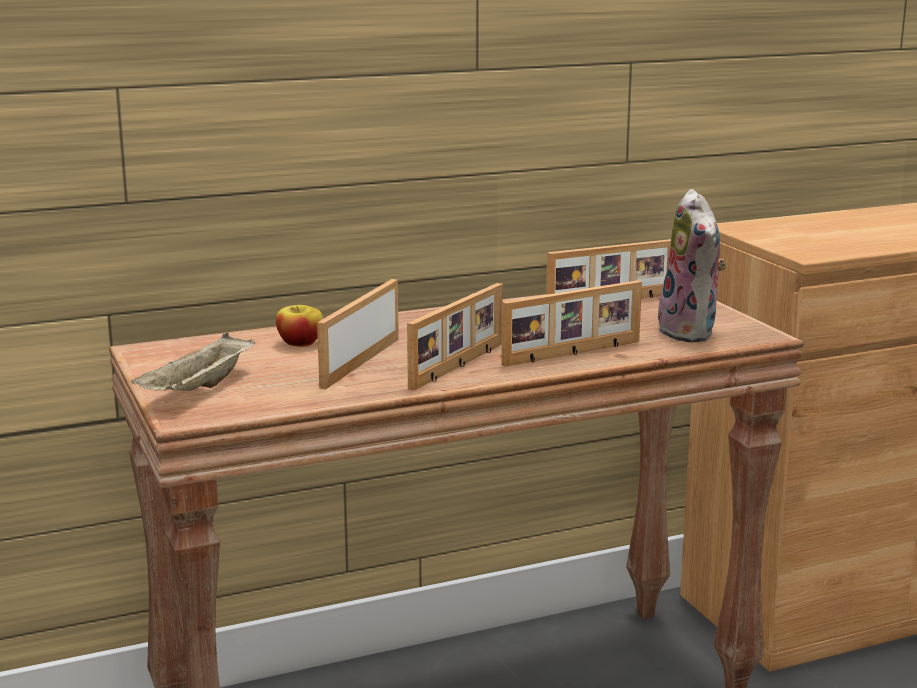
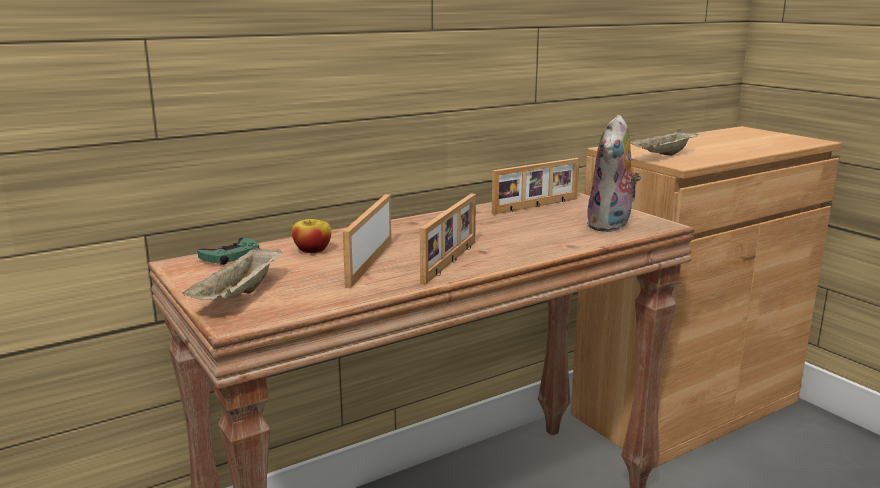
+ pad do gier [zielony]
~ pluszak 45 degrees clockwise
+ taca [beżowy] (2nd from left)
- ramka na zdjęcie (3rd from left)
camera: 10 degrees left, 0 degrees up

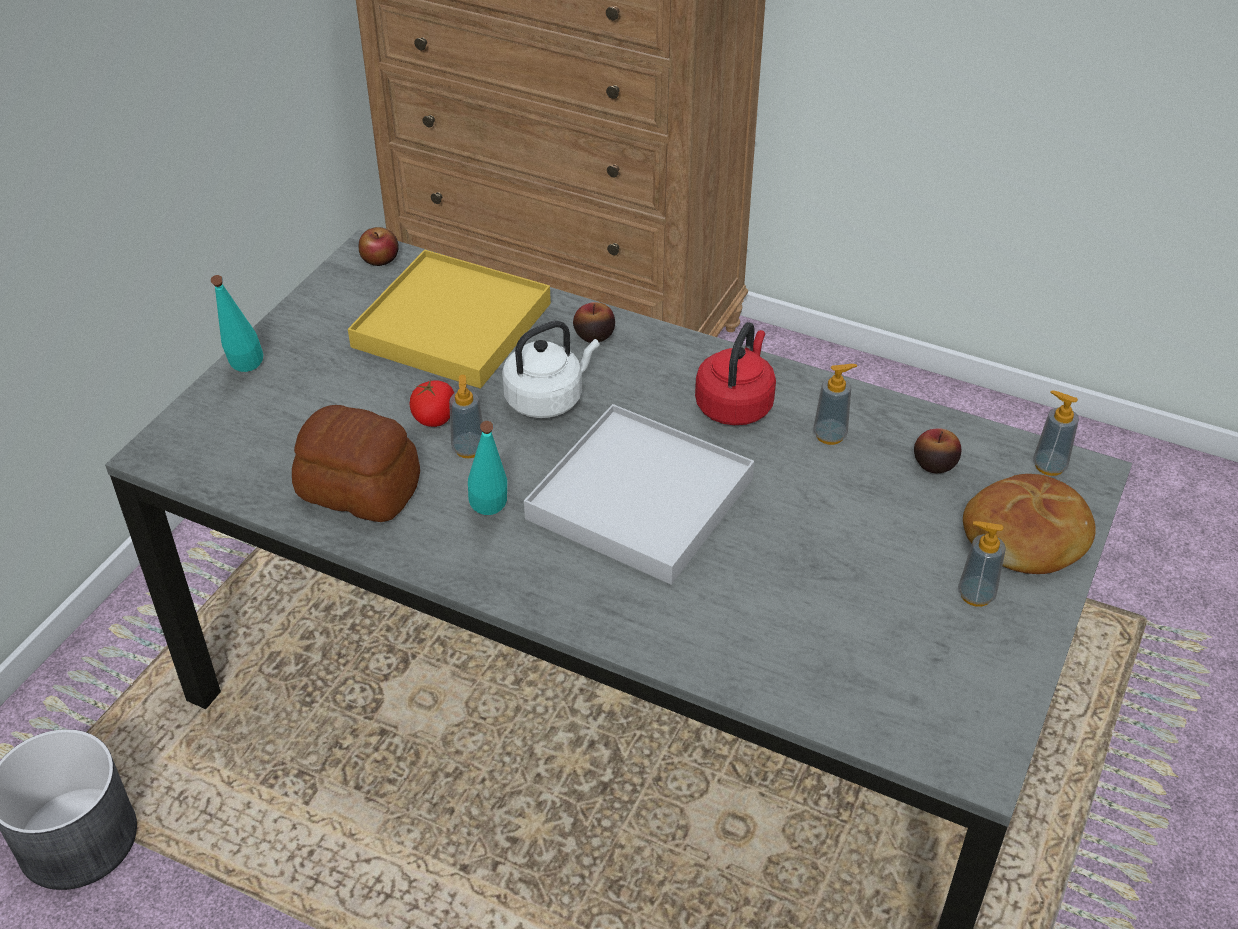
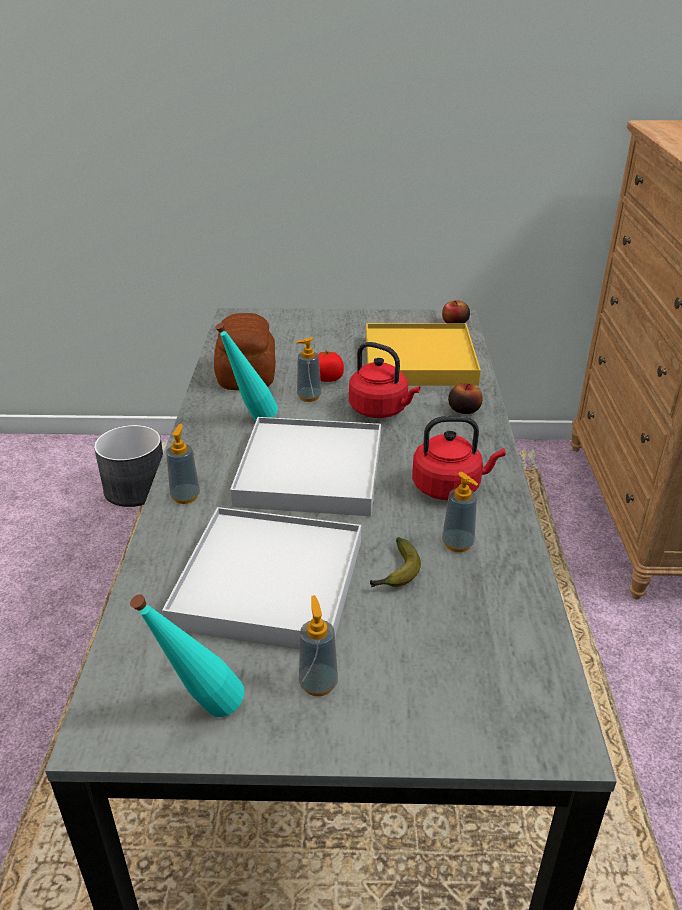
~ butelka [turkusowy] (1st from left)
+ taca [biały] (1st from left)
~ dozownik mydła (4th from left in the first image) to dozownik mydła (1st from left)
~ czajnik [biały] to czajnik [czerwony] (1st from left)
+ banan
- jabłko (3rd from left)
- chleb (2nd from left)
camera: 65 degrees right, 10 degrees down

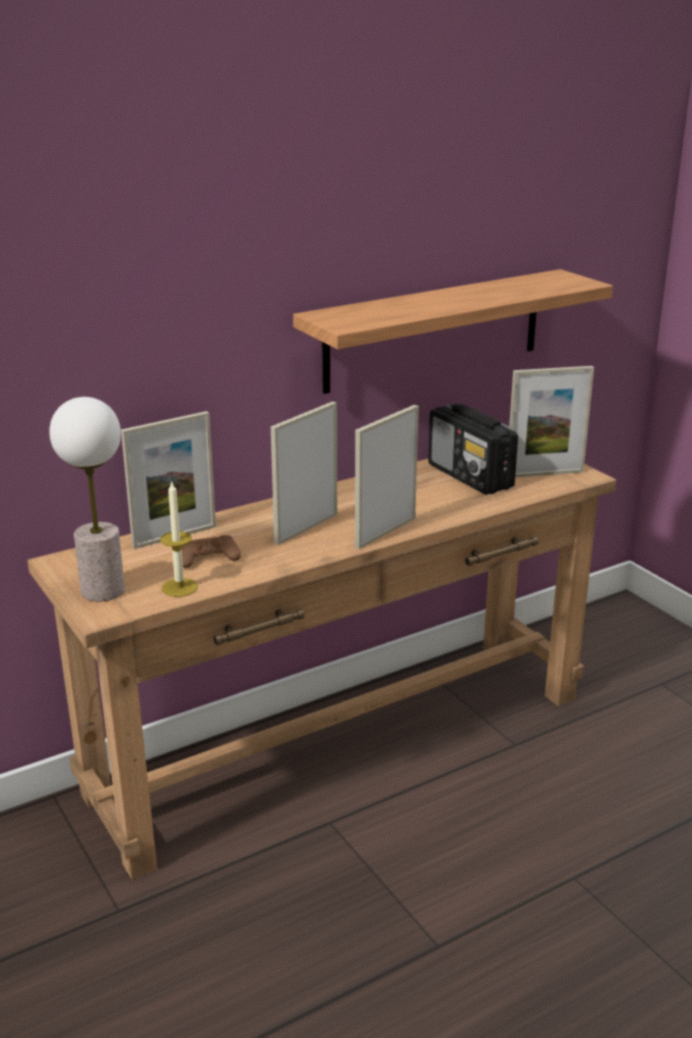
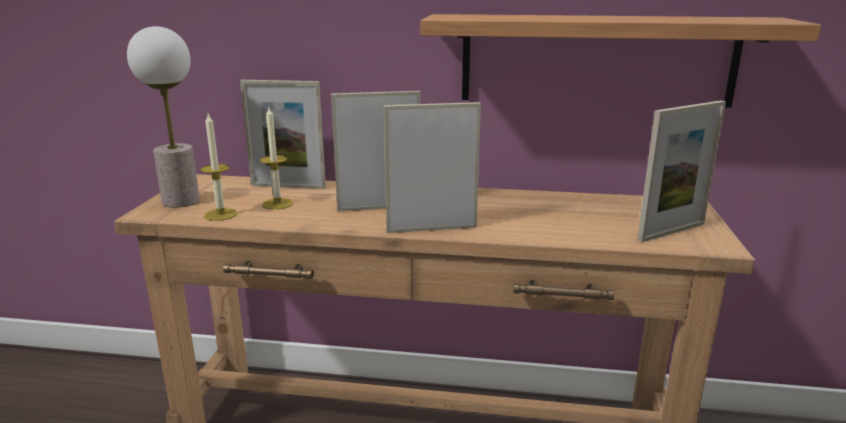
~ pad do gier [brązowy] to świeca (2nd from left)
~ ramka na zdjęcie (4th from left) 60 degrees counterclockwise
- radio
camera: 40 degrees right, 5 degrees down

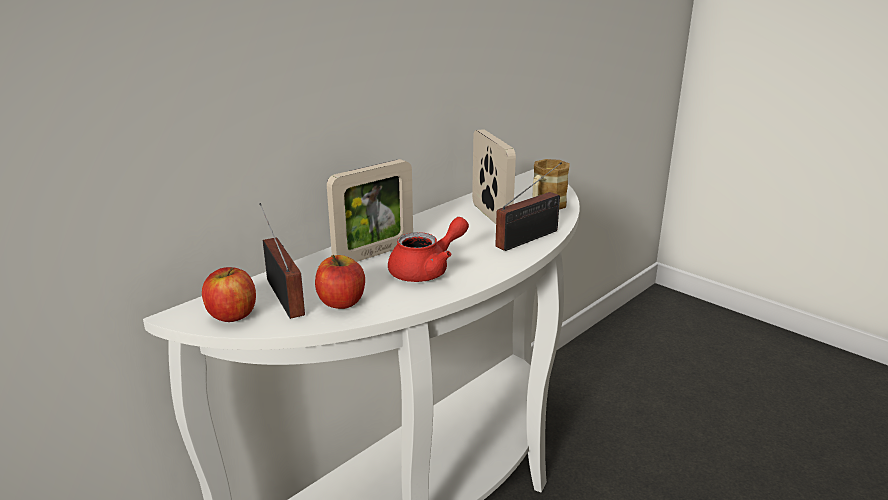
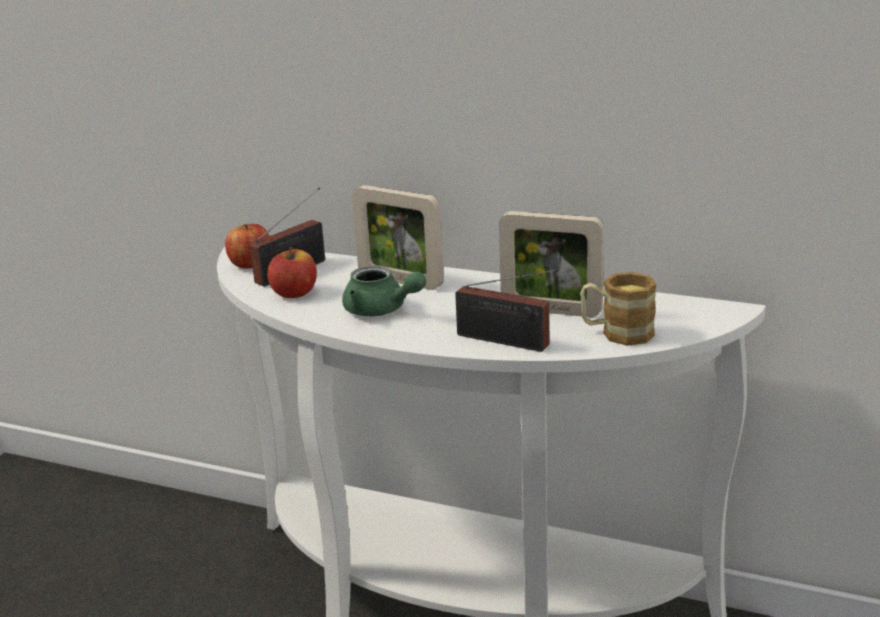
~ imbryk [czerwony] to imbryk [zielony]
~ ramka na zdjęcie (2nd from left) 60 degrees clockwise
camera: 70 degrees right, 0 degrees up

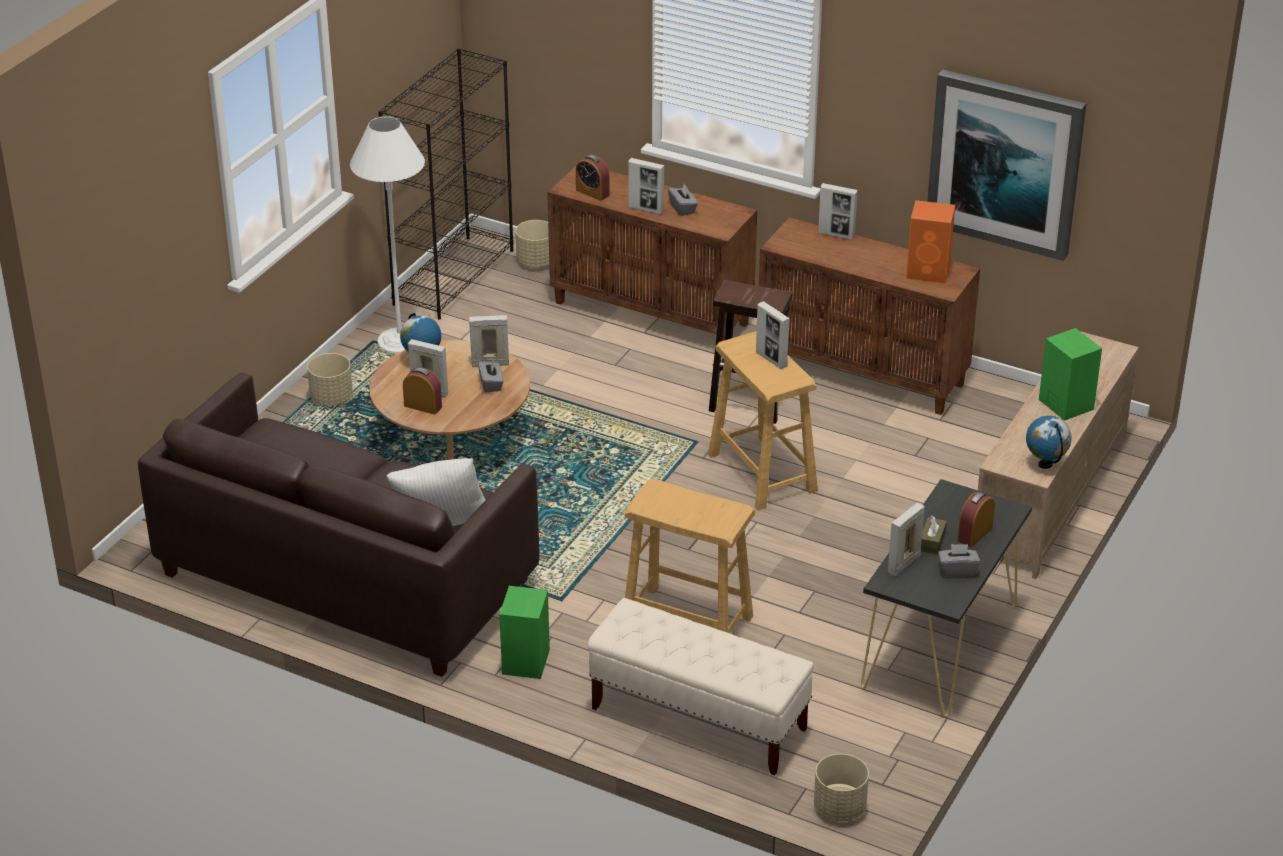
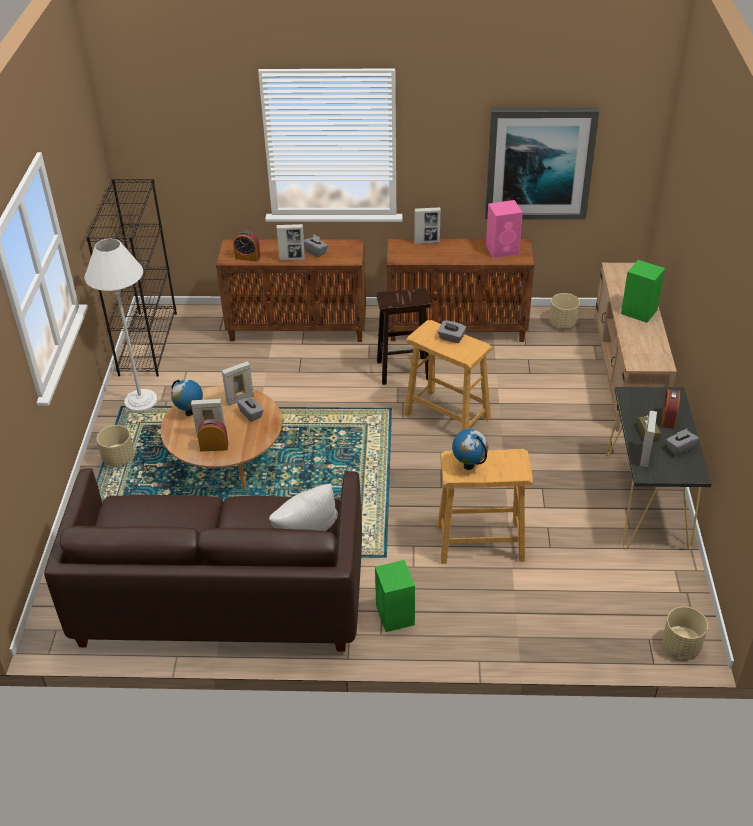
~ ramka na zdjęcie (4th from left) to pudełko chusteczek [szary] (3rd from left)
~ globus (2nd from left)
~ głośnik [pomarańczowy] to głośnik [różowy]
~ donica [beżowy] (2nd from left)
- ławka [beżowy]
camera: 25 degrees left, 5 degrees up

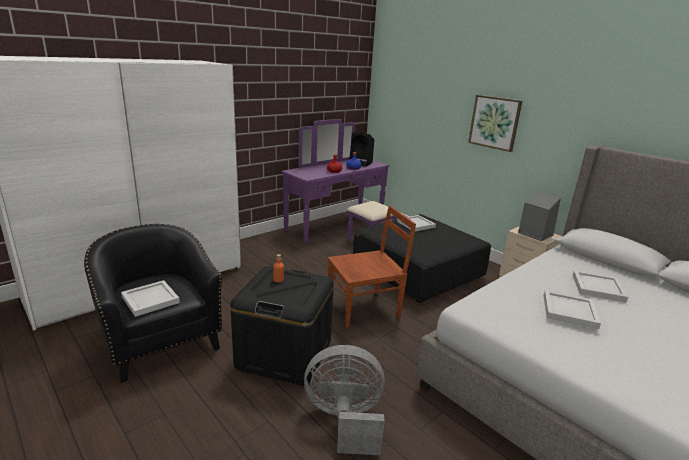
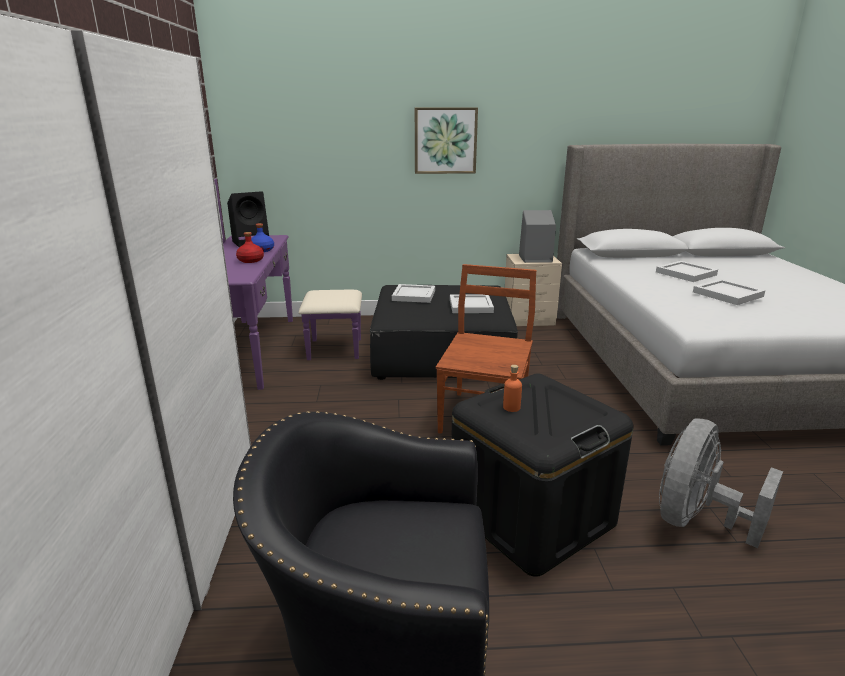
~ taca [biały] (1st from left in the first image) to taca [biały] (2nd from left)
camera: 50 degrees left, 0 degrees up

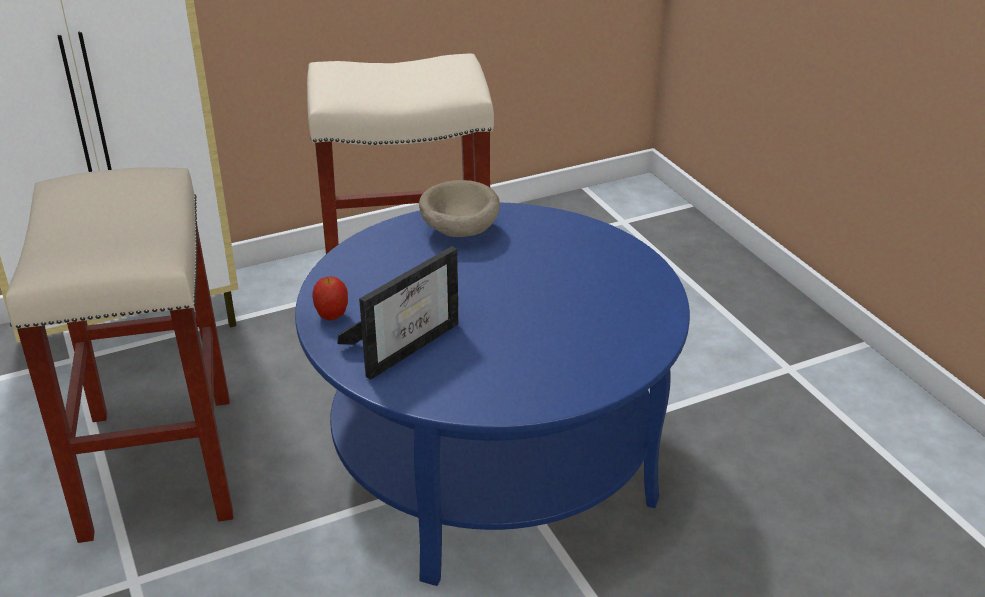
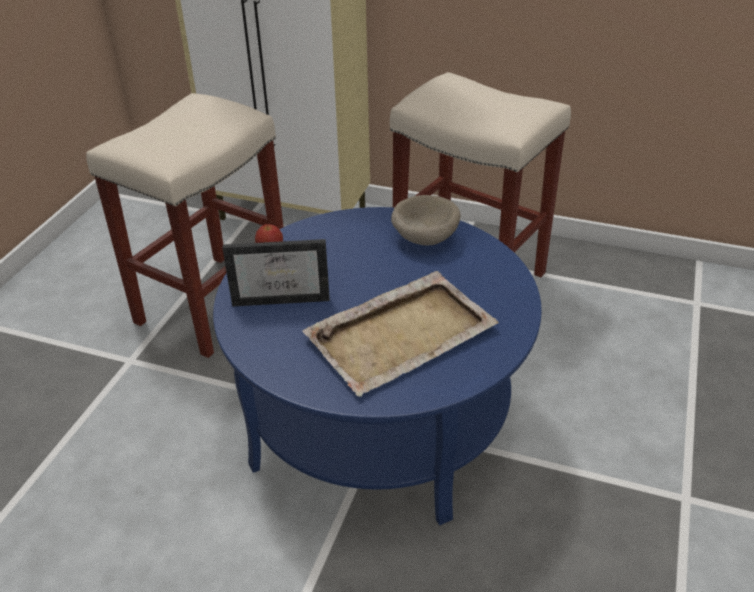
+ taca [beżowy]
camera: 45 degrees right, 5 degrees up

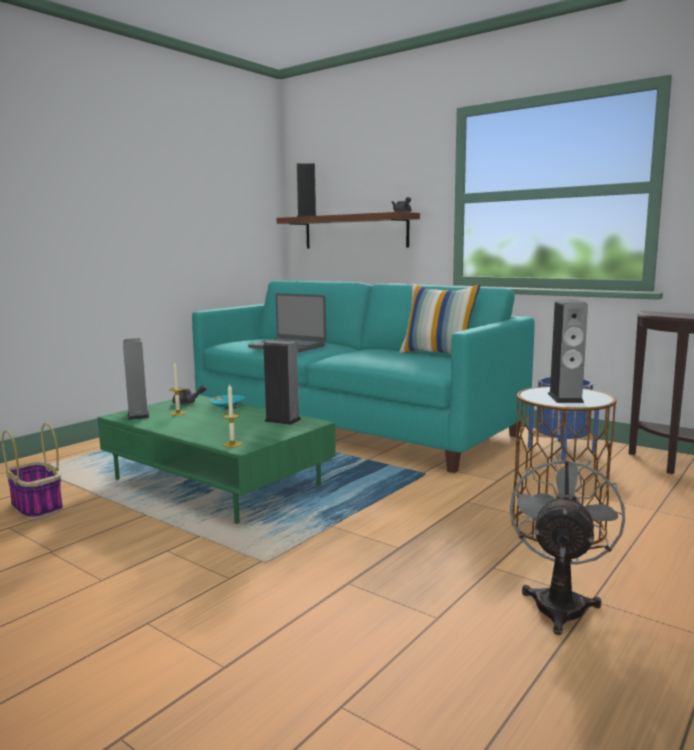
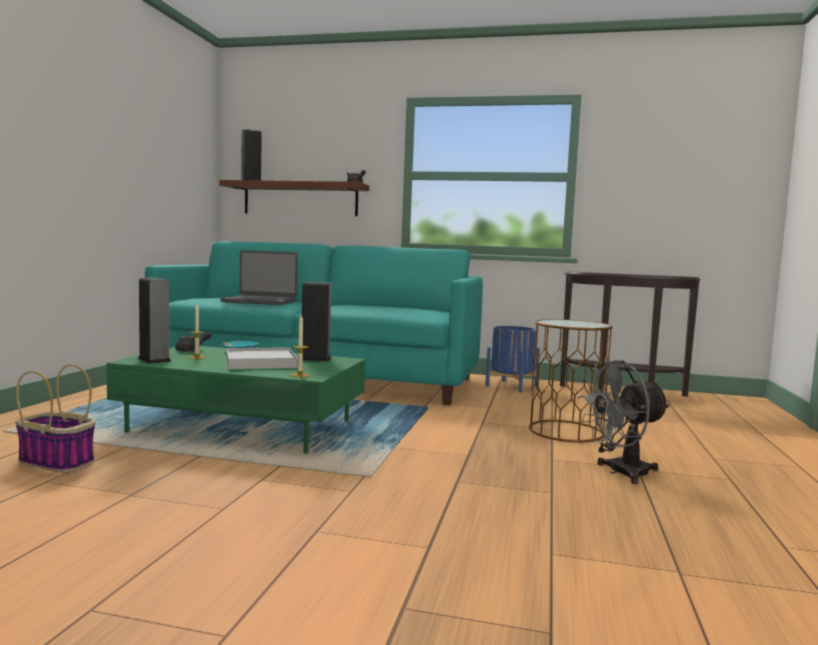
+ taca [biały]
~ wentylator [szary] 105 degrees counterclockwise
- poduszka
- głośnik (4th from left)
camera: 25 degrees left, 5 degrees down

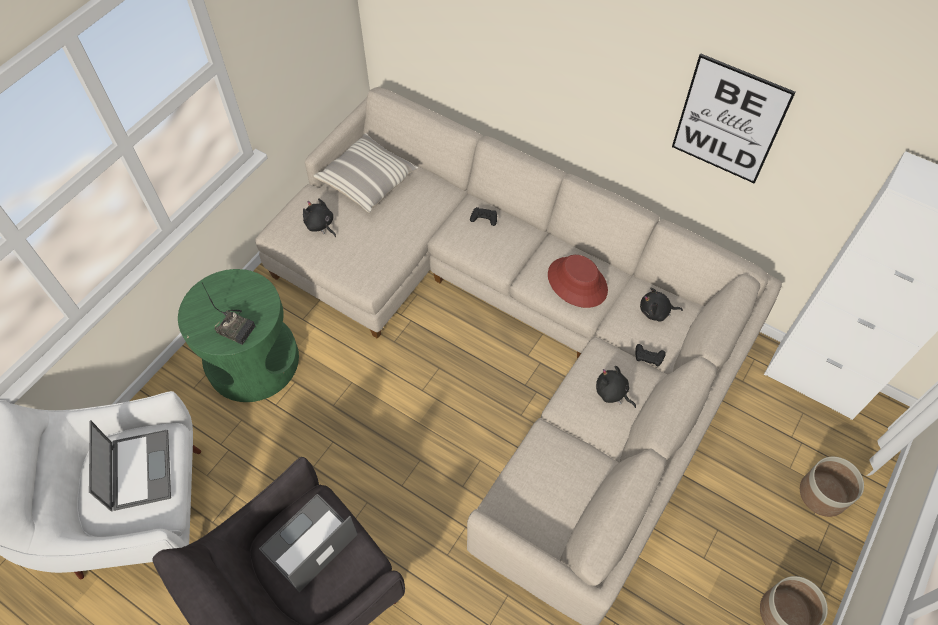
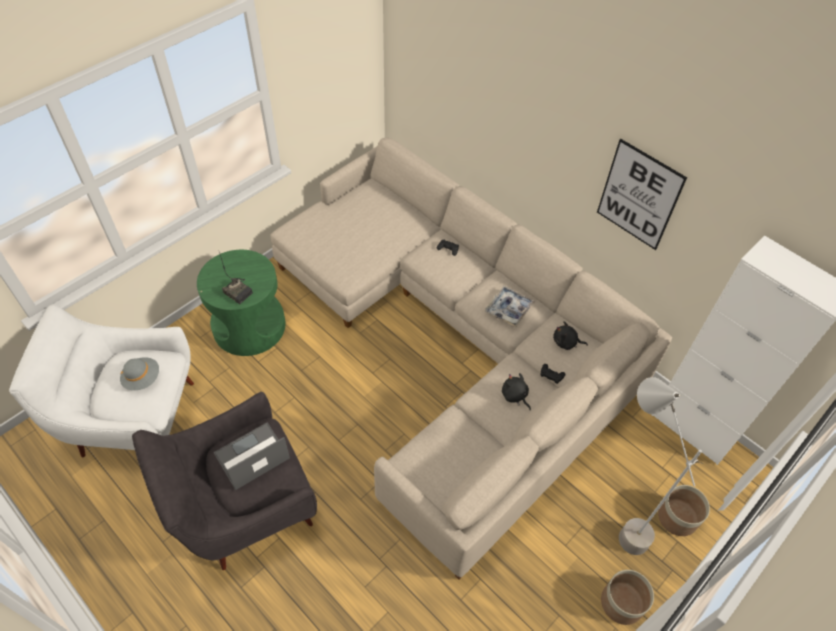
~ laptop (1st from left) to kapelusz [szary]
~ kapelusz [czerwony] to taca
+ lampa stojąca [szary]
- pluszak [czarny] (1st from left)
- poduszka
camera: 10 degrees right, 5 degrees down

